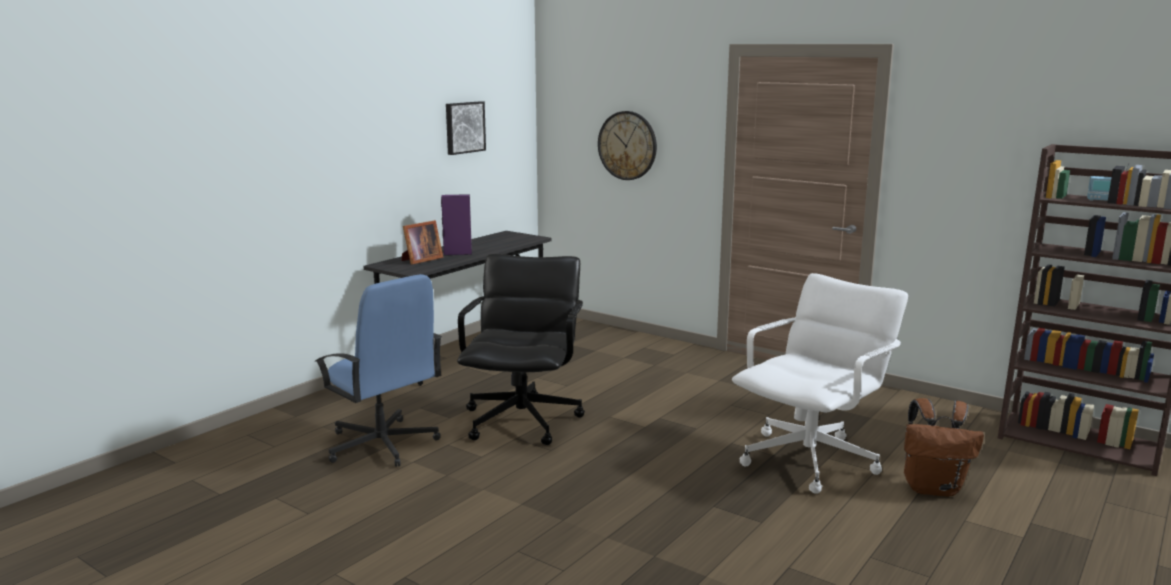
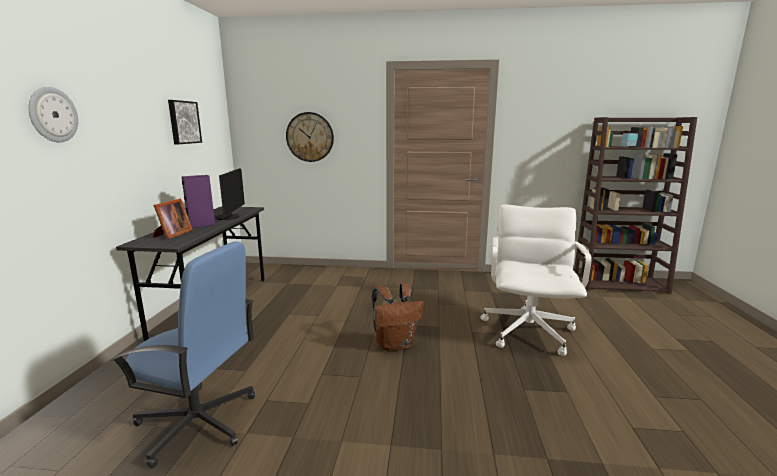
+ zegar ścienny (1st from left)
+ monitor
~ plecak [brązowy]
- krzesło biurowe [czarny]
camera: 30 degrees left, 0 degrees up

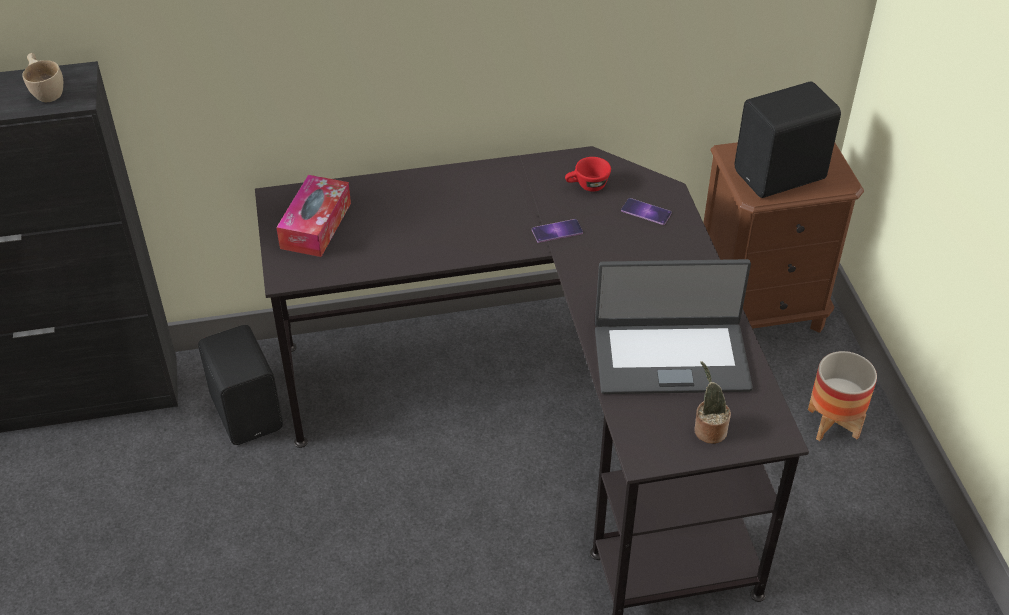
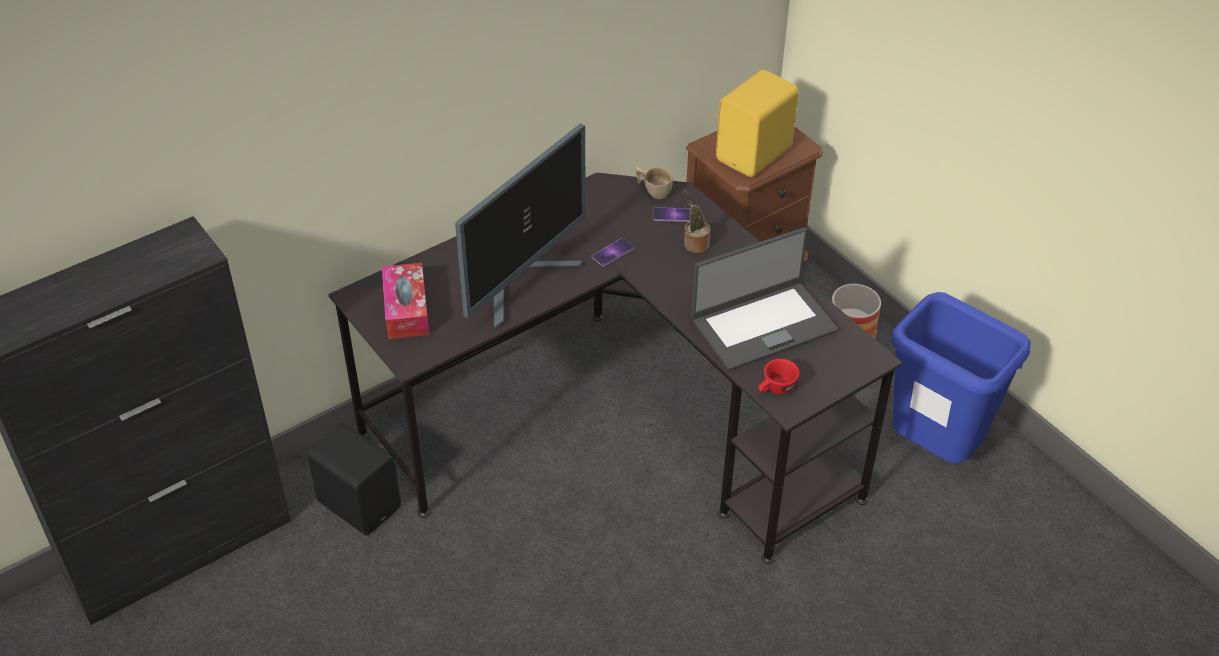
+ monitor
~ filiżanka [beżowy]
~ roślina doniczkowa
~ głośnik [czarny] (2nd from left) to głośnik [żółty]
~ filiżanka [czerwony]
+ kosz na śmieci [niebieski]
camera: 25 degrees left, 0 degrees up

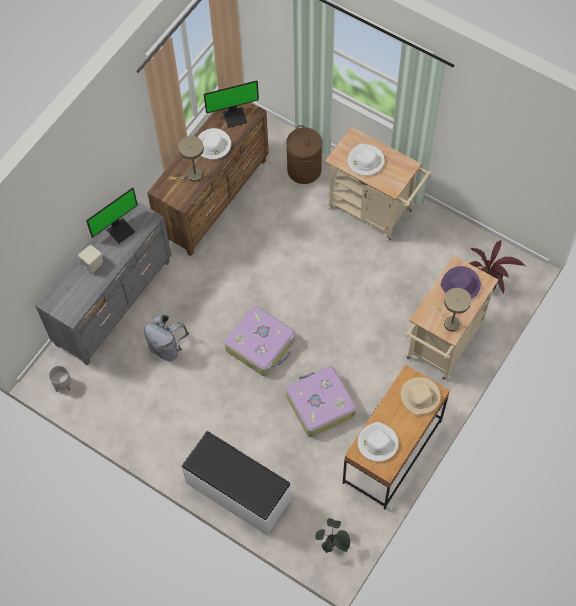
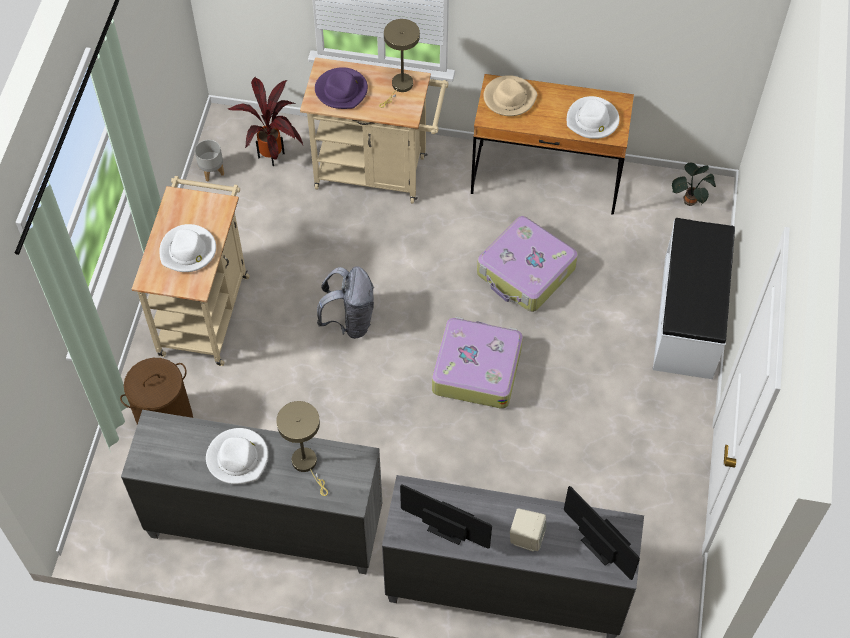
~ komoda [brązowy] to komoda [szary] (1st from left)
~ donica [szary]
~ plecak [szary]
~ monitor (2nd from left)
camera: 115 degrees left, 5 degrees down

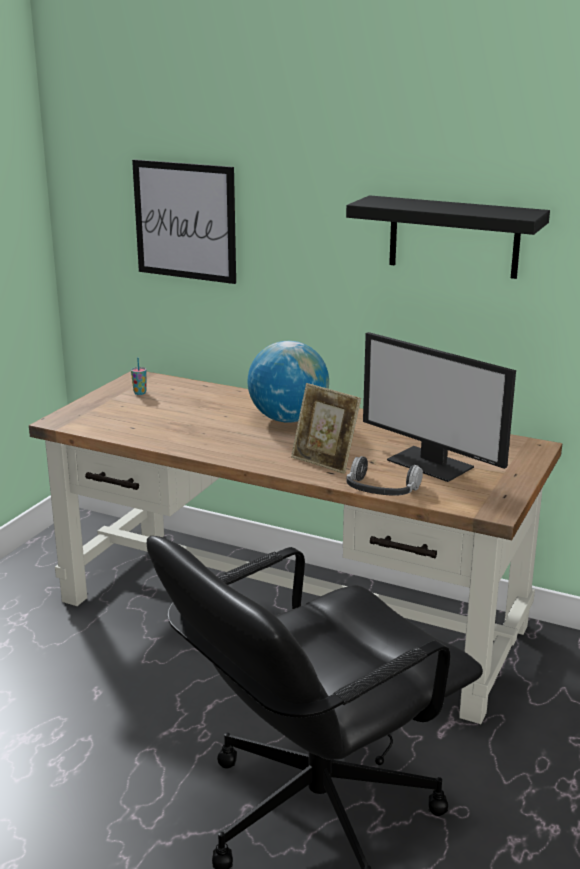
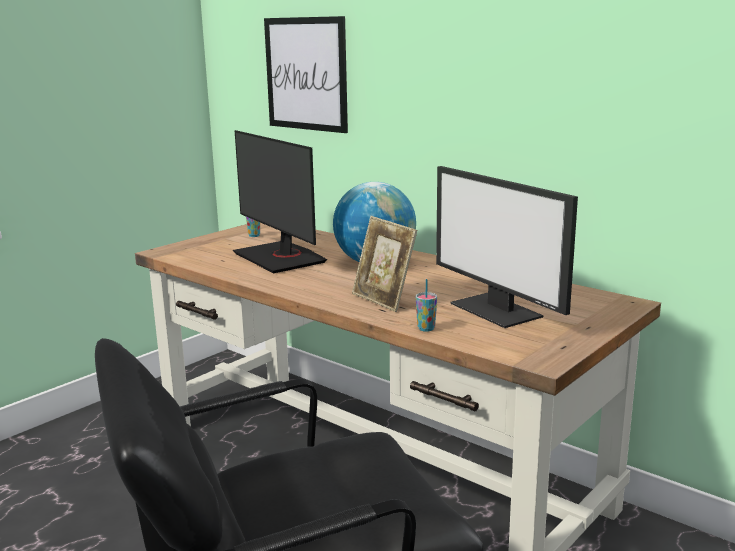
+ monitor (1st from left)
~ słuchawki to filiżanka (2nd from left)
- półka [czarny]
camera: 15 degrees right, 5 degrees down

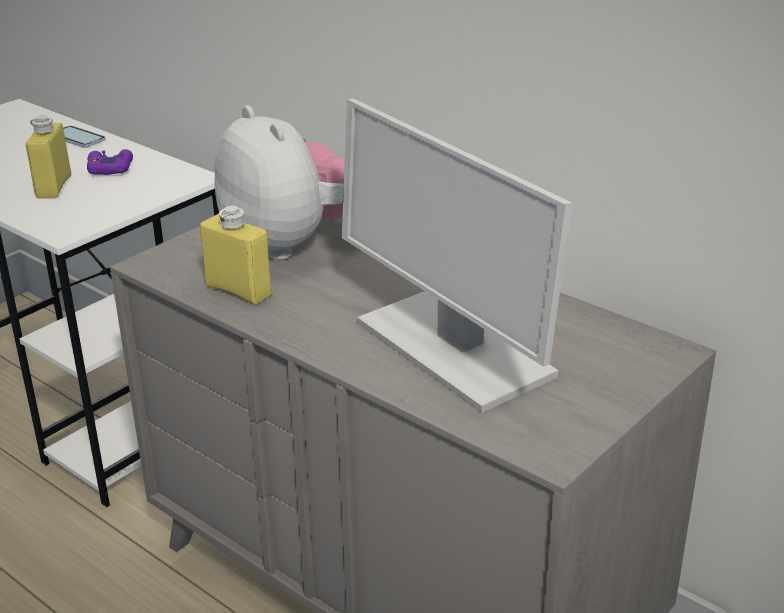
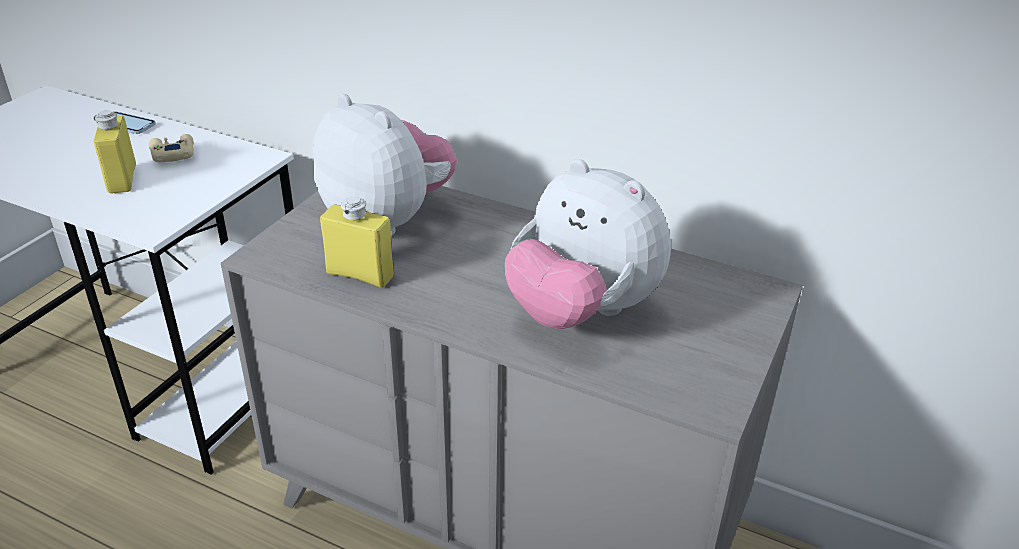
~ pad do gier [fioletowy] to pad do gier [beżowy]
~ monitor to pluszak (2nd from left)
camera: 15 degrees left, 5 degrees up

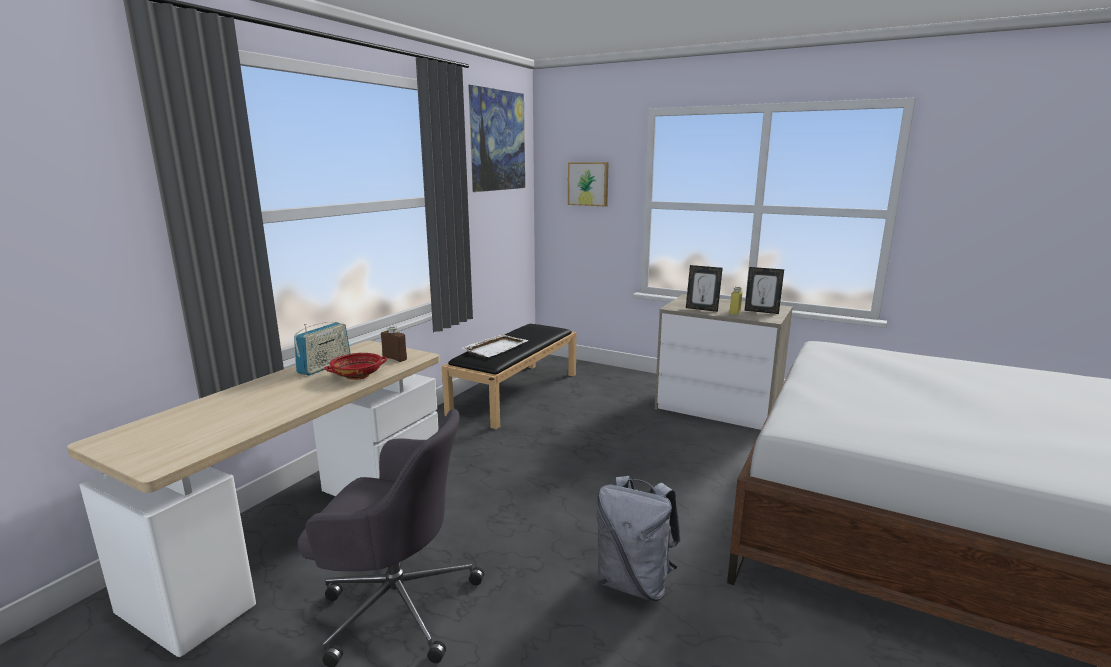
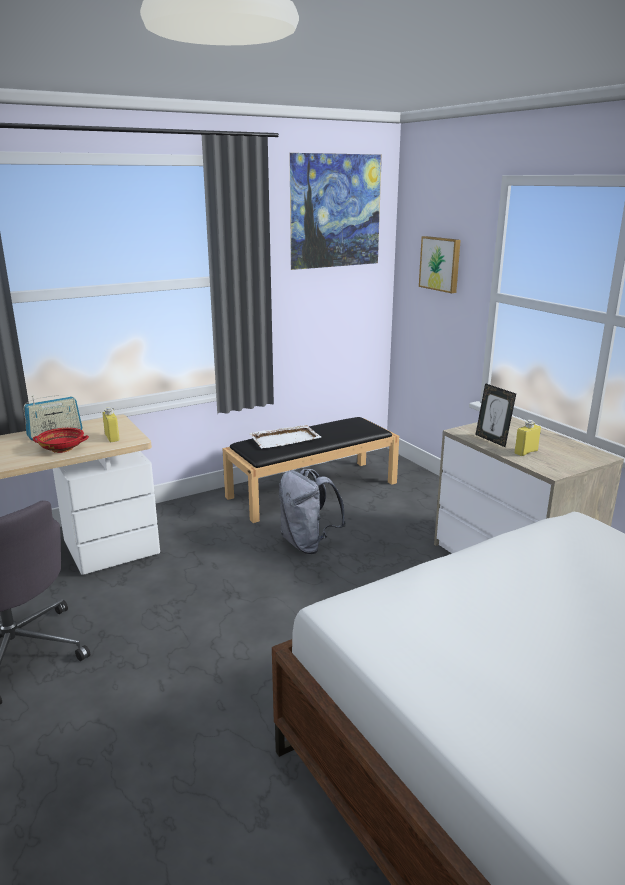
~ butelka [brązowy] to butelka [żółty] (1st from left)
~ plecak [szary]
- ramka na zdjęcie (2nd from left)
camera: 30 degrees right, 5 degrees up

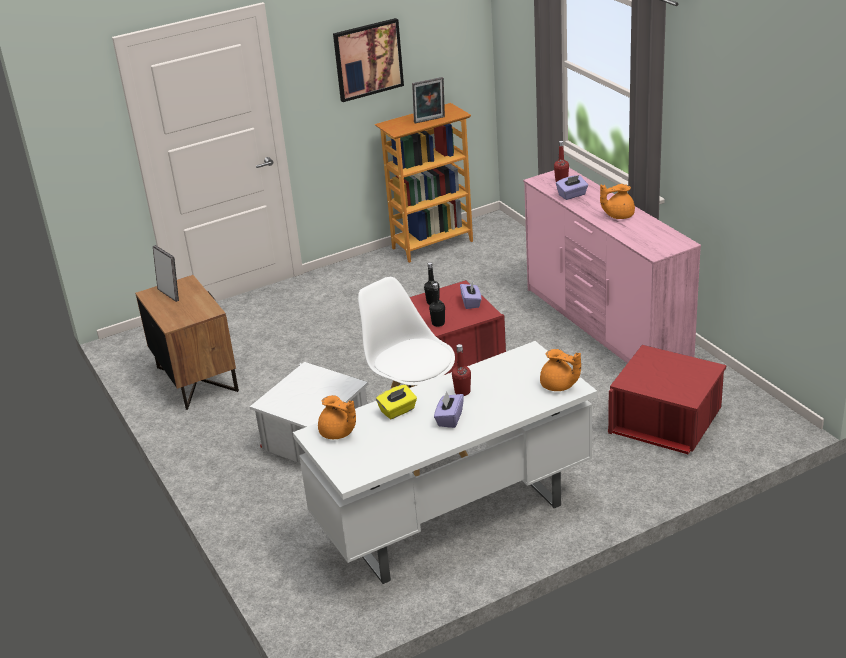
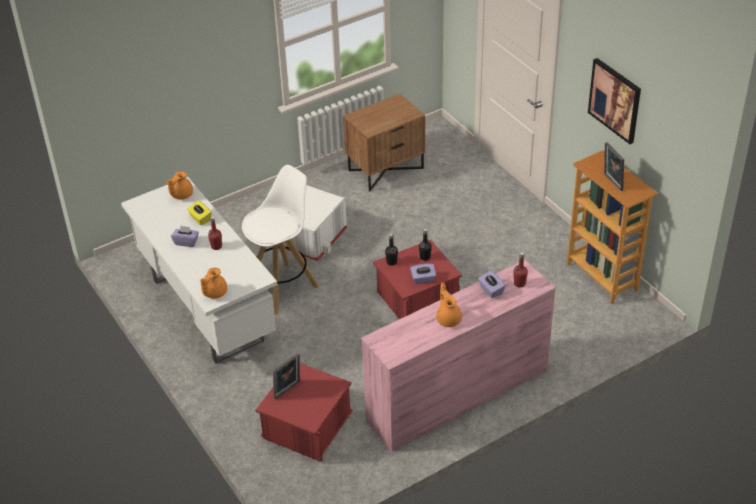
~ ramka na zdjęcie (1st from left)
camera: 85 degrees right, 10 degrees up

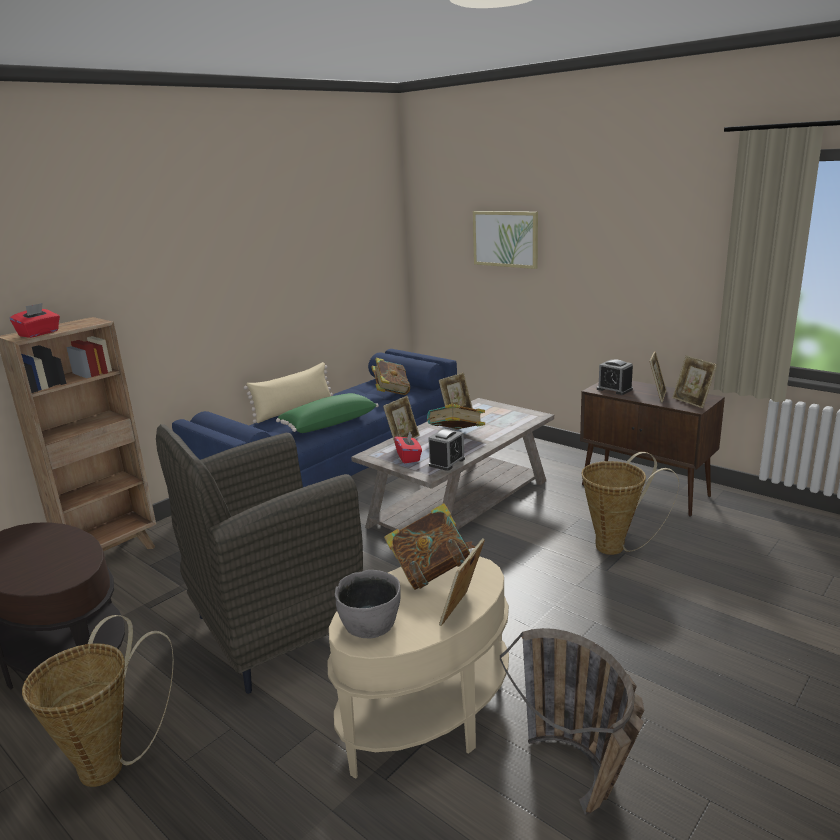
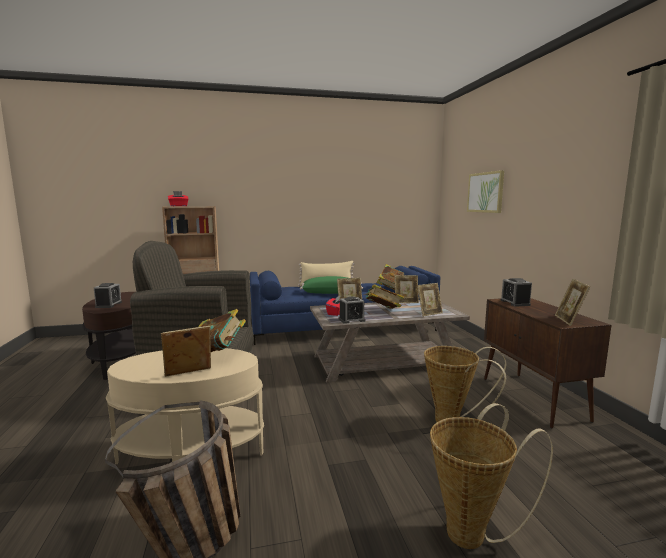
+ budzik (1st from left)
~ ramka na zdjęcie (4th from left)
~ koszyk (1st from left in the first image) to koszyk (3rd from left)
- miska [szary]
camera: 35 degrees right, 10 degrees down

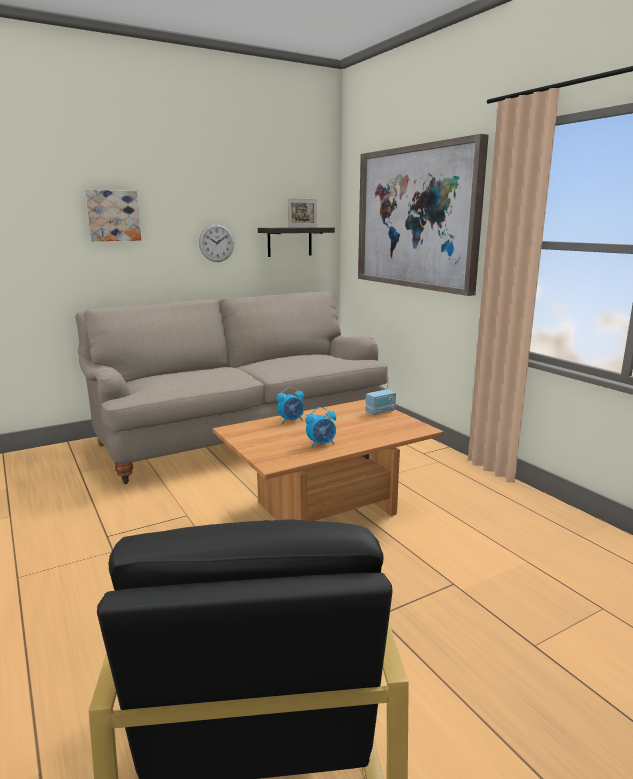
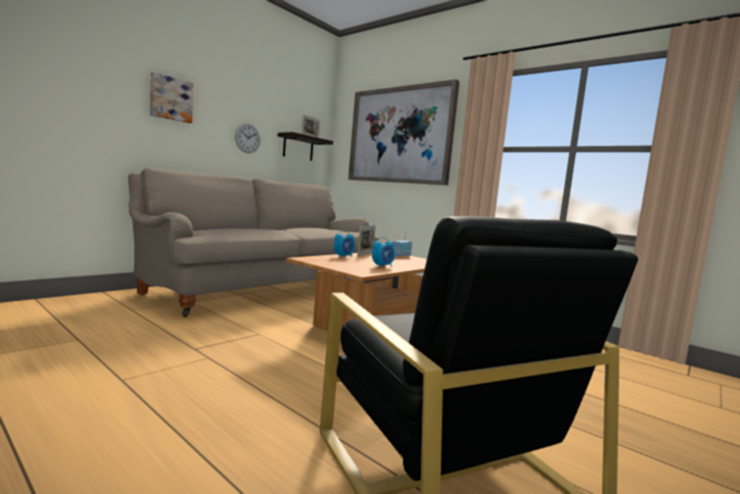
+ ramka na zdjęcie (2nd from left)
camera: 20 degrees left, 10 degrees down

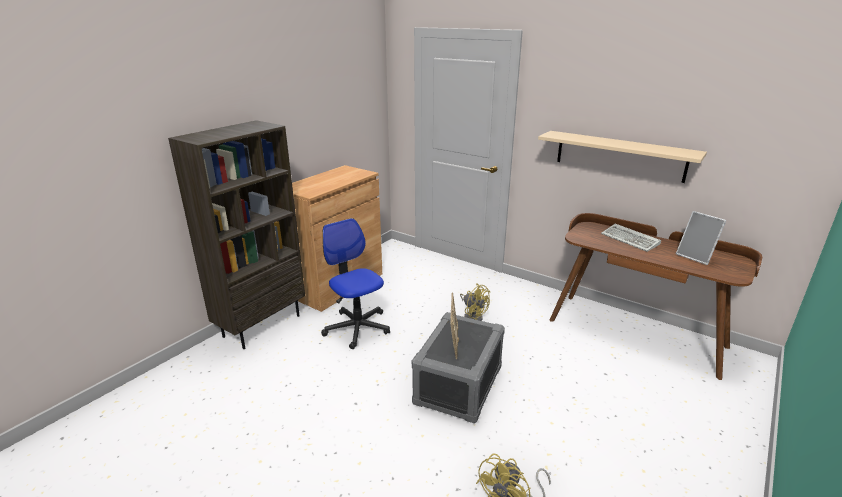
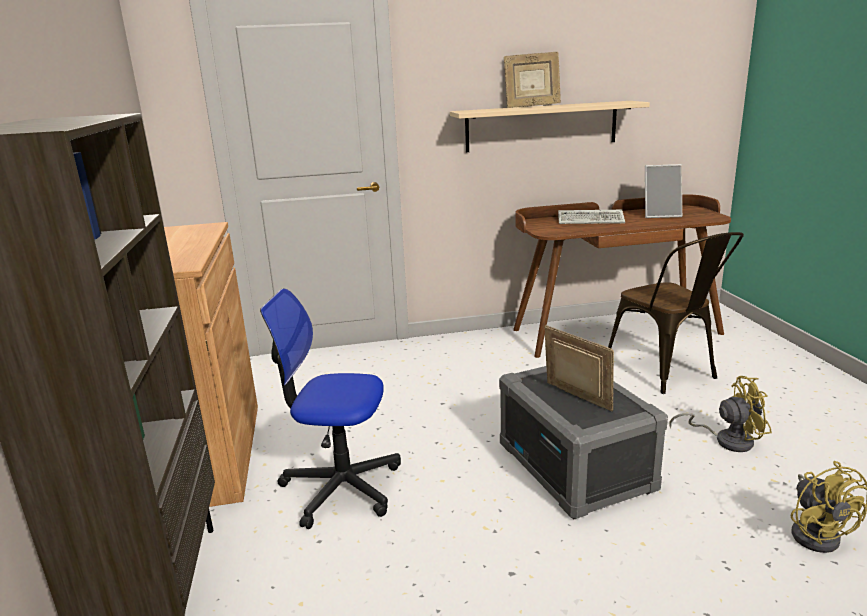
+ ramka na zdjęcie (1st from left)
+ krzesło [brązowy]
~ wentylator [żółty] (1st from left)
camera: 45 degrees left, 5 degrees down

